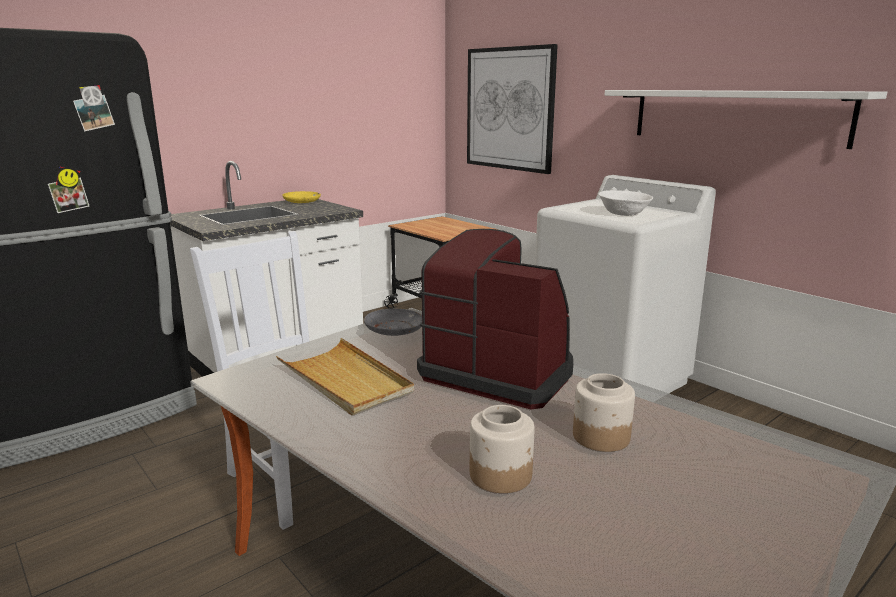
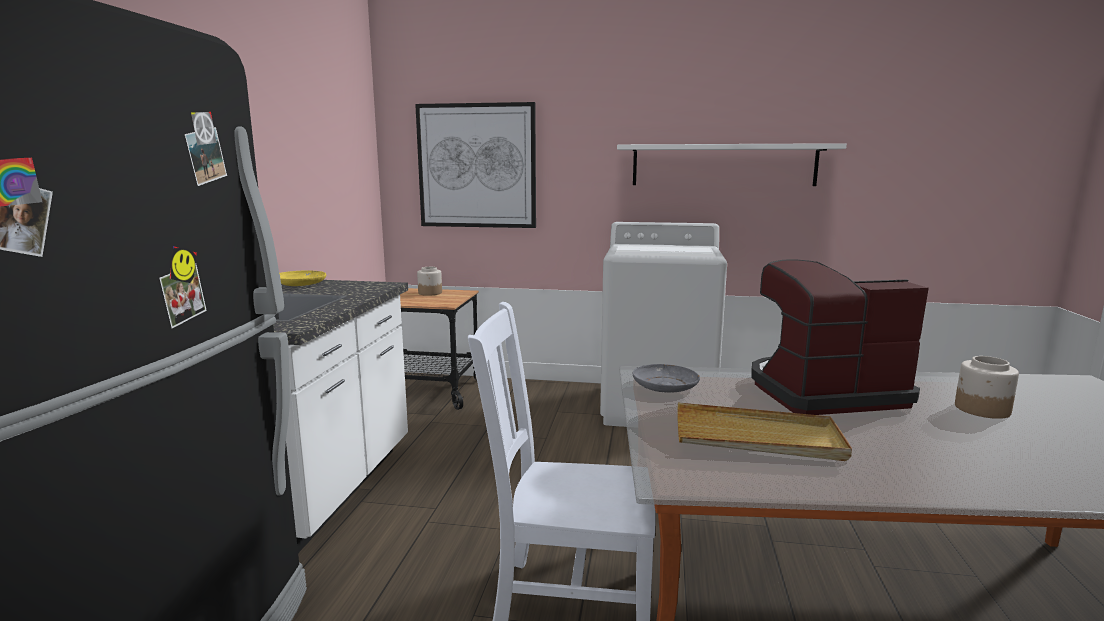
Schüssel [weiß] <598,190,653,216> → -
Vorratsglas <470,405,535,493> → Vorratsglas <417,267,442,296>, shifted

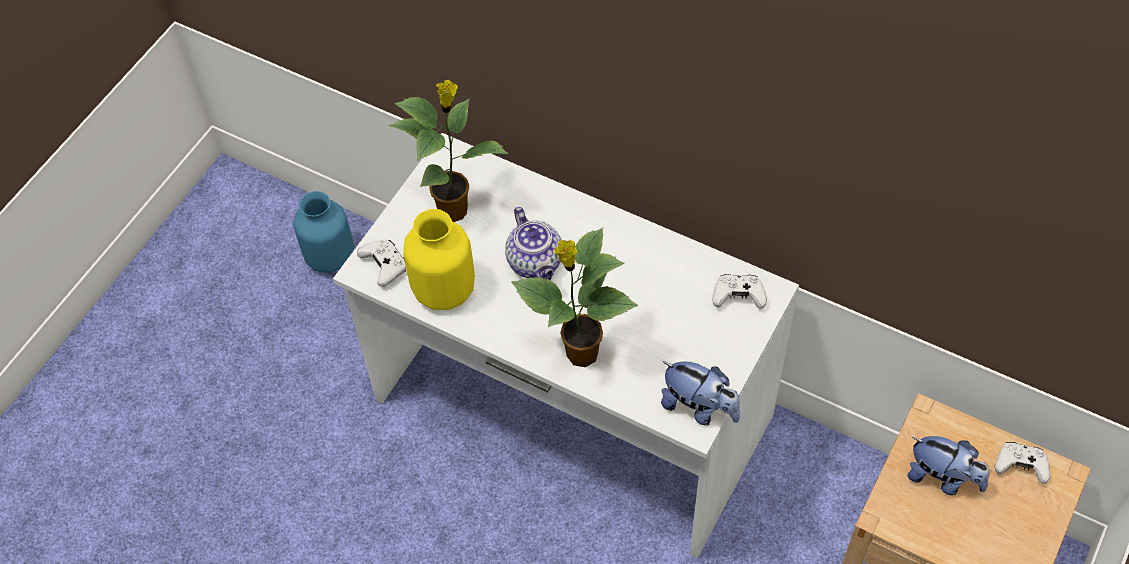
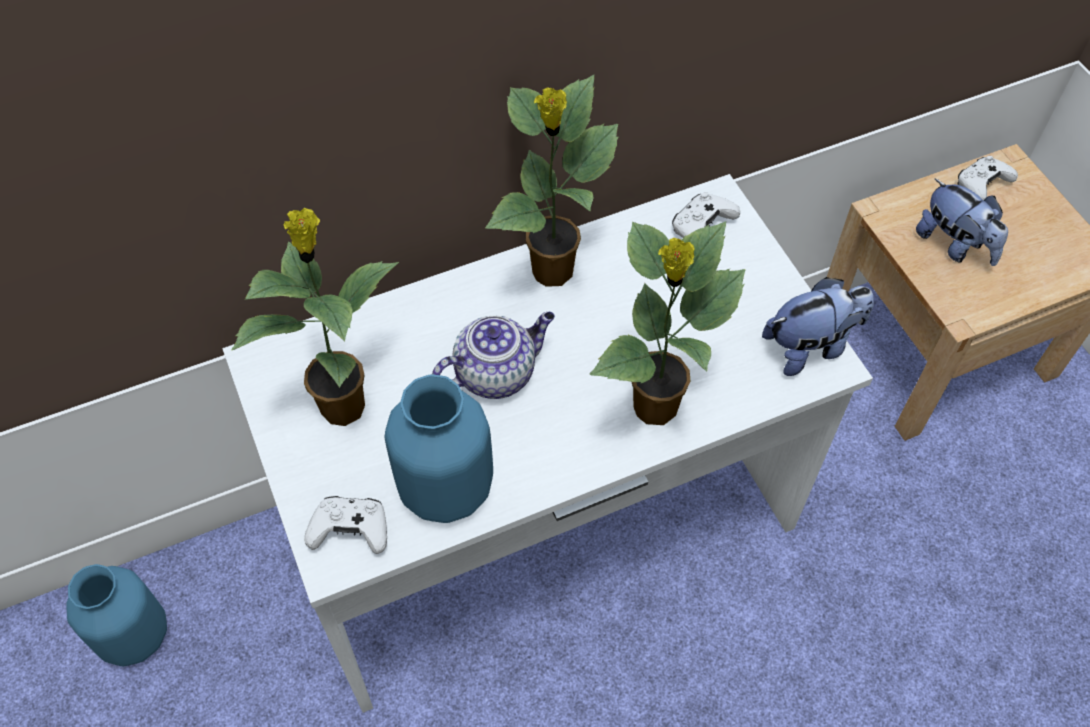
- → Topfpflanze <485,75,619,287>
Vase [gelb] <403,209,475,310> → Vase [blau] <385,374,493,523>
Teekanne <505,207,561,280> → Teekanne <432,312,555,399>, 45 degrees counterclockwise
Plüschtier <907,436,990,495> → Plüschtier <916,179,1008,266>, 75 degrees clockwise

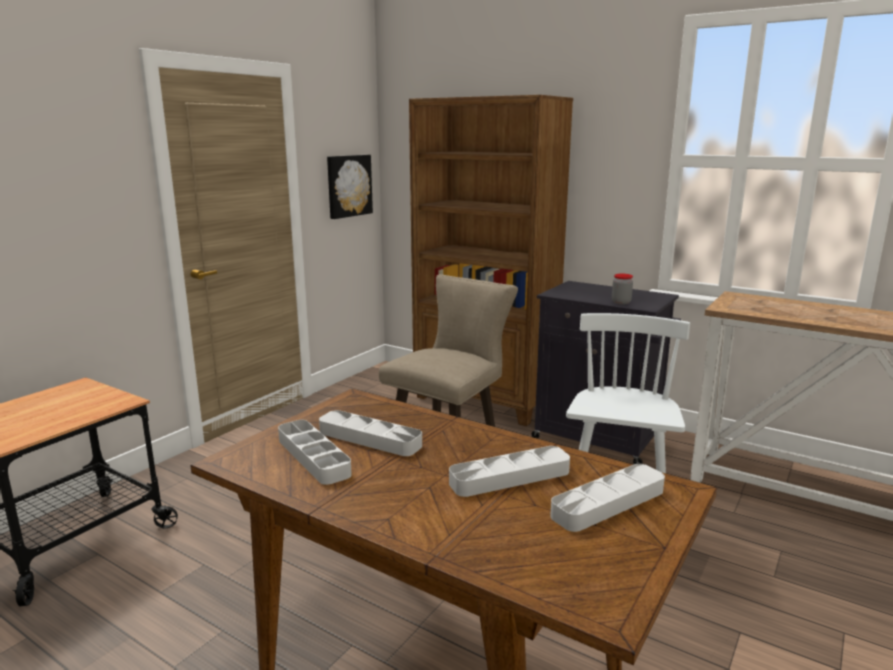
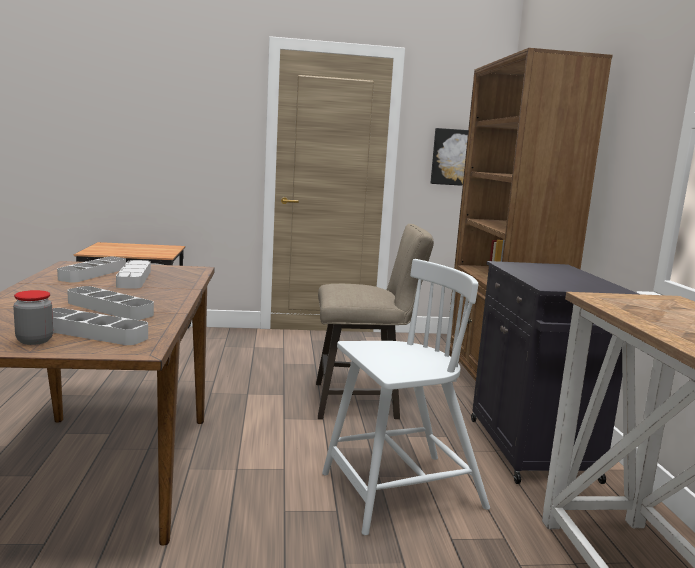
Vorratsglas <612,274,633,305> → Vorratsglas <13,290,53,345>, shifted

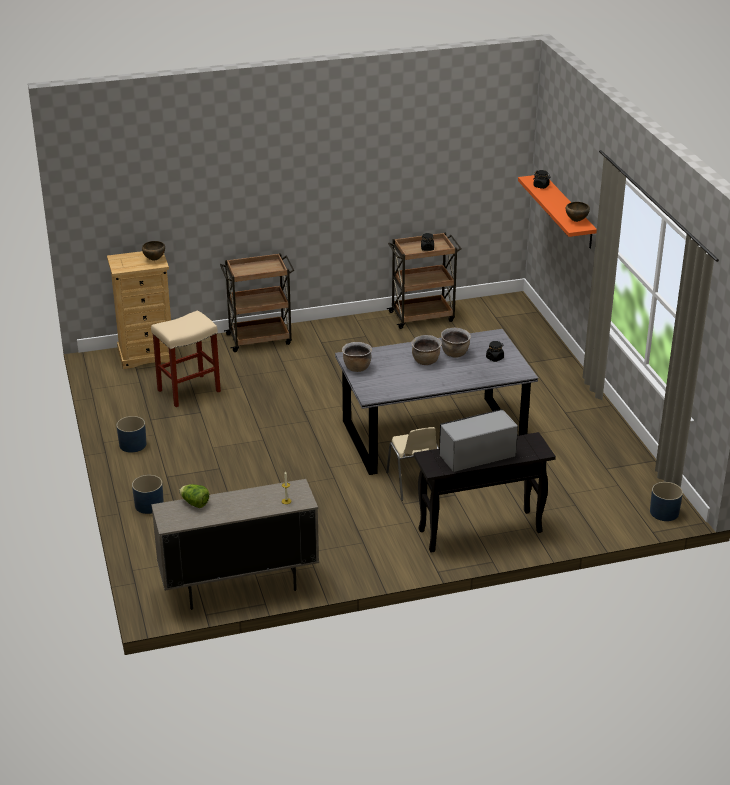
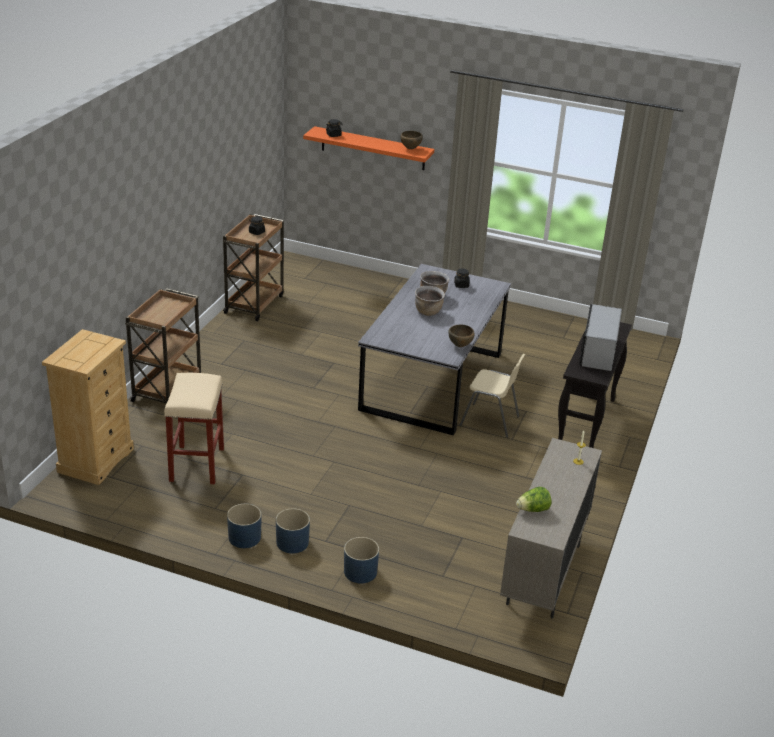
Kochtopf [braun] <342,342,372,372> → -
Schüssel [braun] <142,241,165,261> → Schüssel [braun] <448,325,475,347>, shifted
Pflanzkübel [blau] <650,482,683,521> → Pflanzkübel [blau] <276,509,310,554>, shifted

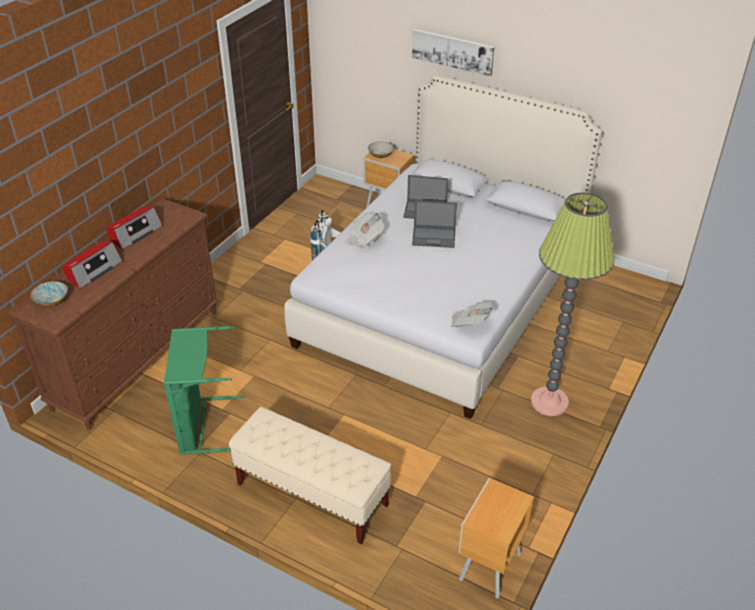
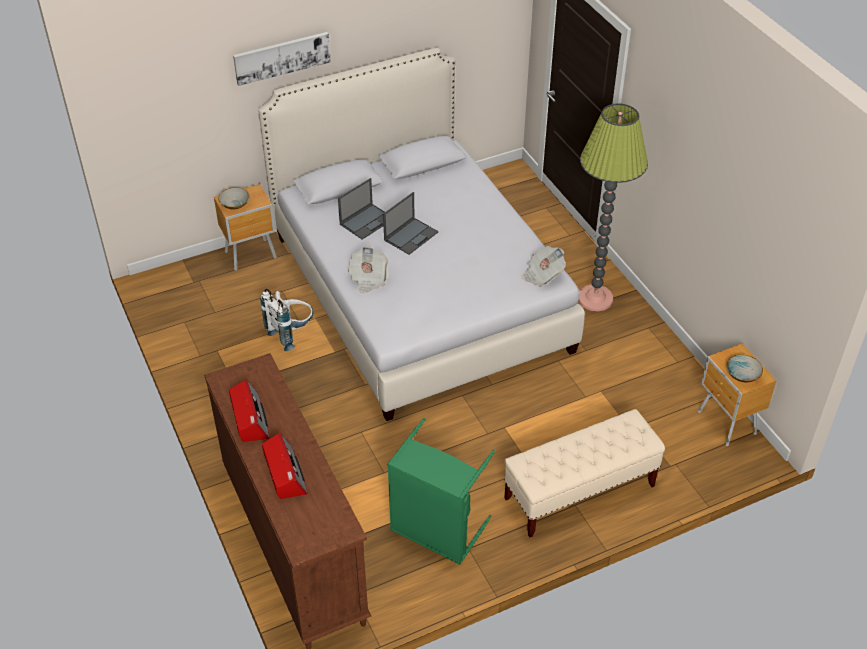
Schüssel <30,281,68,307> → Schüssel <726,355,763,383>, shifted

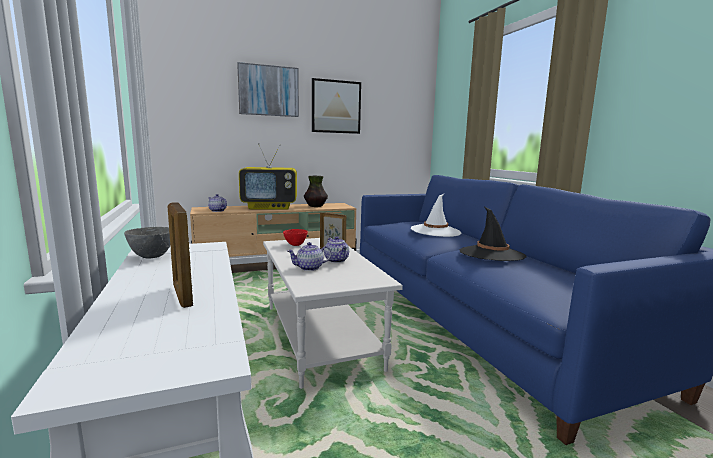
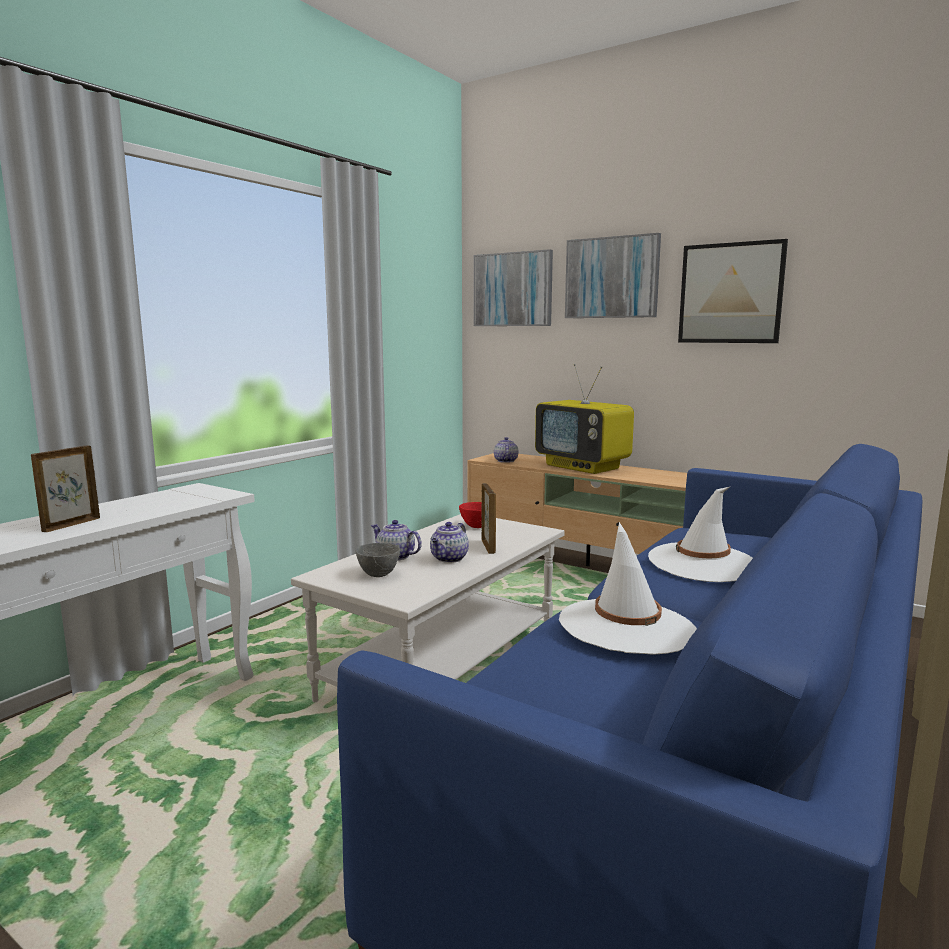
Vase <304,176,328,207> → -
- → Bild <473,249,553,326>
Schüssel [grau] <124,227,170,259> → Schüssel [grau] <356,543,400,577>, shifted
Hut [schwarz] <460,207,527,261> → Hut [weiß] <559,522,697,655>

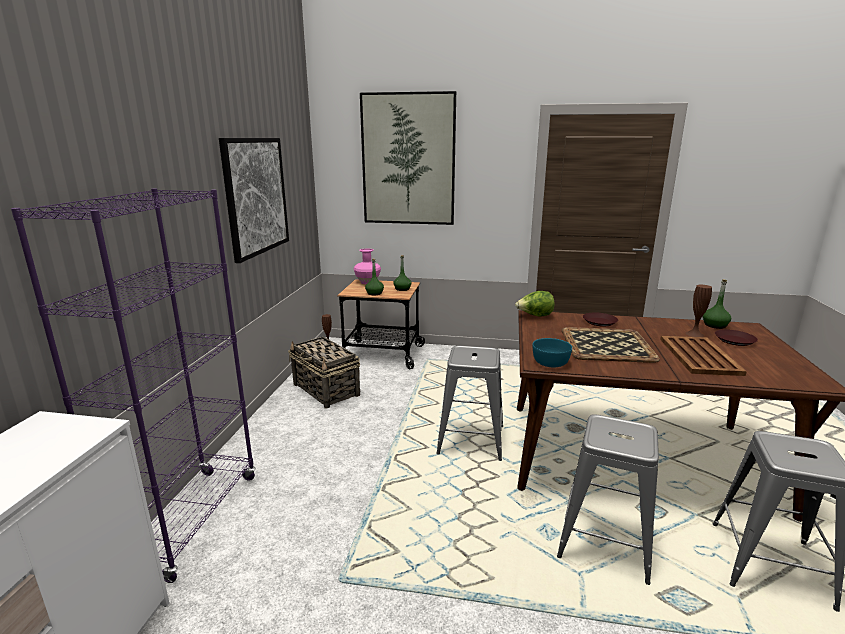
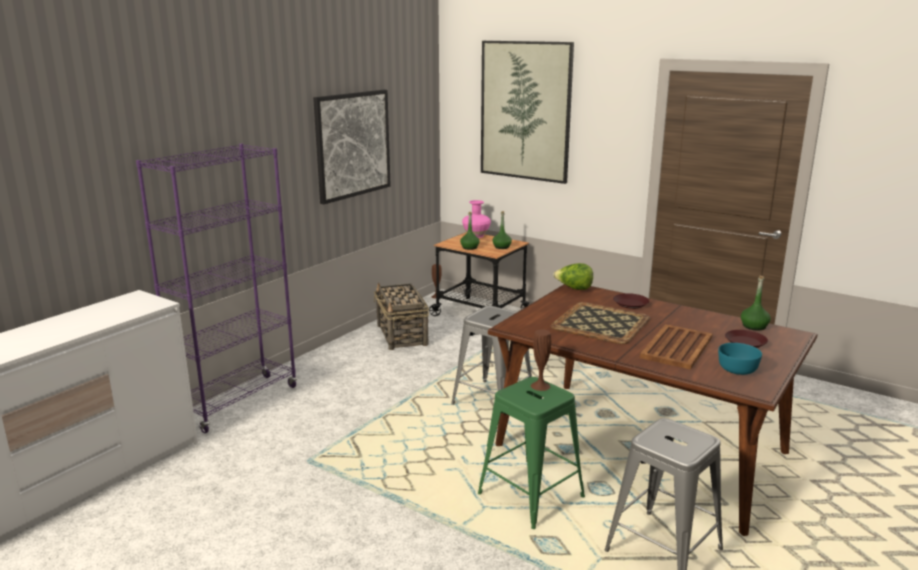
Schüssel [türkis] <533,338,572,367> → Schüssel [türkis] <718,343,762,375>, shifted
Vase [braun] <686,285,712,337> → Vase [braun] <531,330,551,391>, shifted
Hocker [grau] <557,414,659,585> → Hocker [grün] <478,377,585,529>

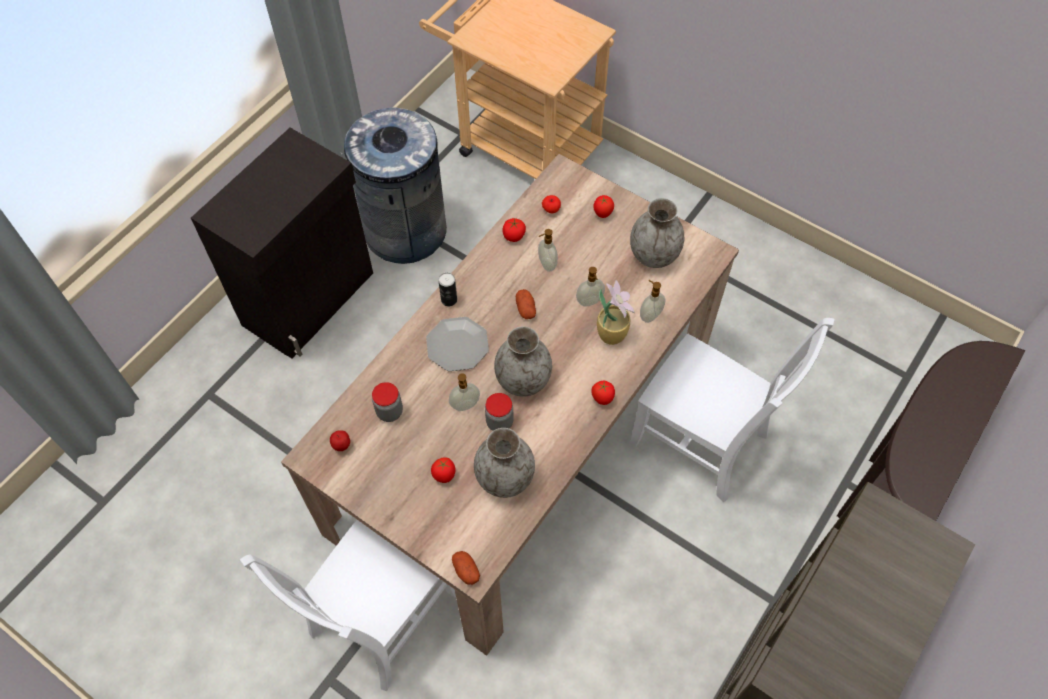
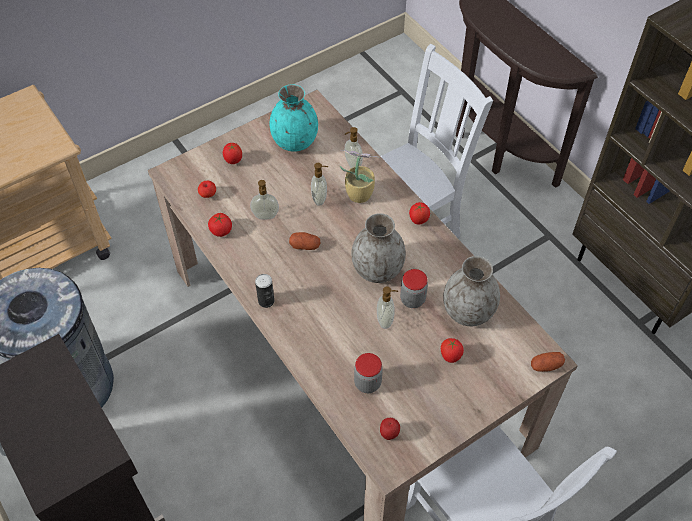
Teller <426,317,489,371> → -
Vase [grau] <630,198,684,268> → Vase [türkis] <269,84,318,152>

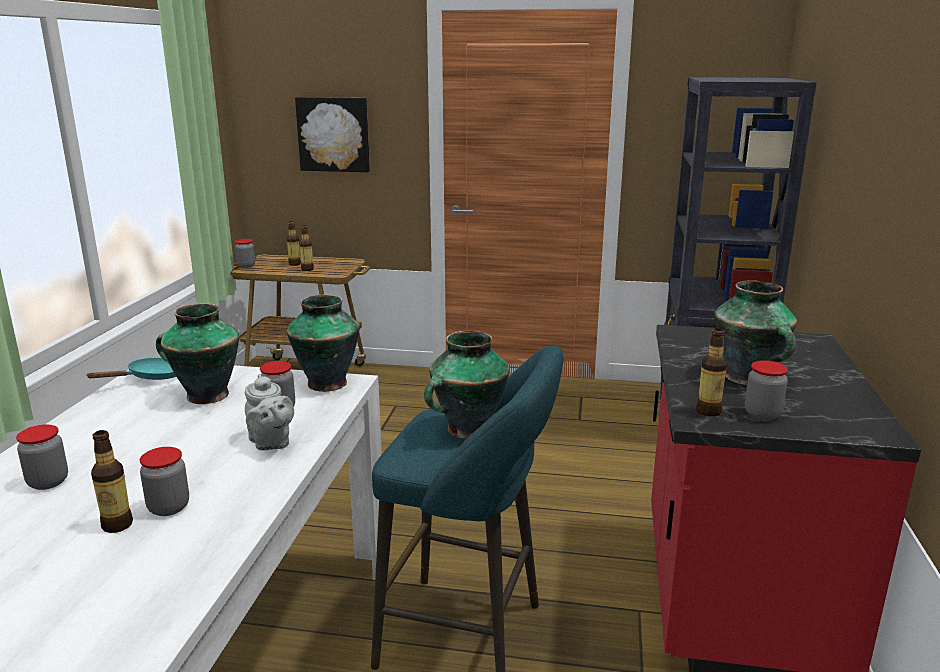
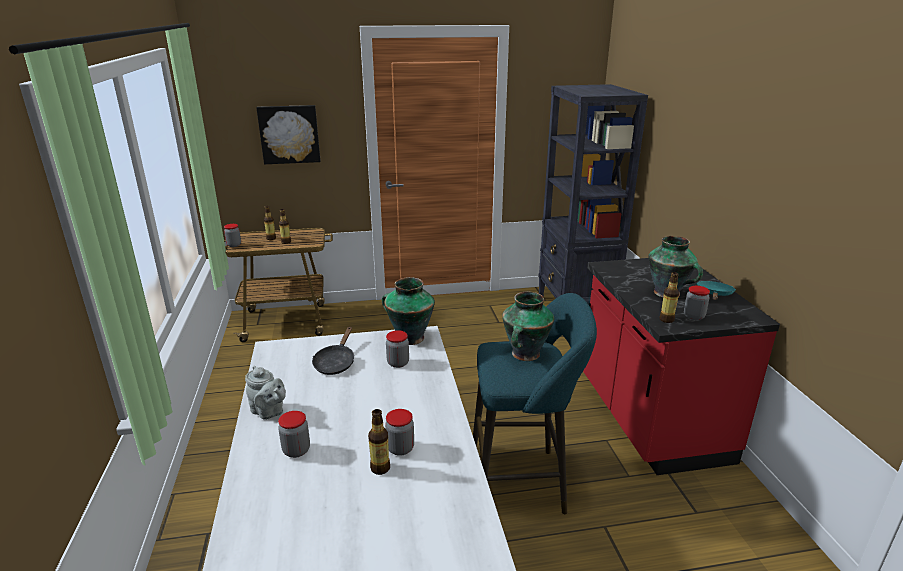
Pfanne [türkis] <86,358,176,380> → Pfanne [türkis] <696,281,736,300>, shifted
Teekanne [grau] <245,374,294,451> → Teekanne [grau] <245,365,286,420>, shifted
Vase <156,304,239,404> → Pfanne [schwarz] <312,327,354,375>

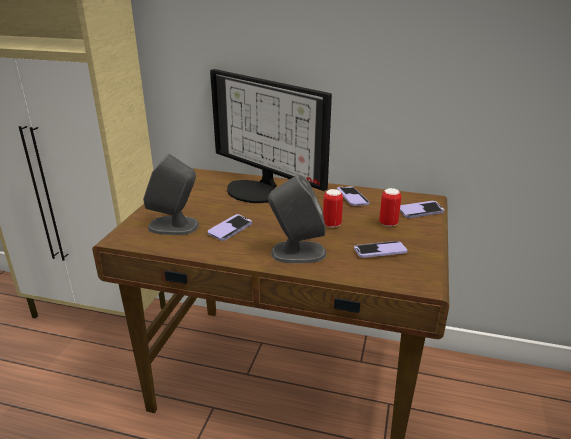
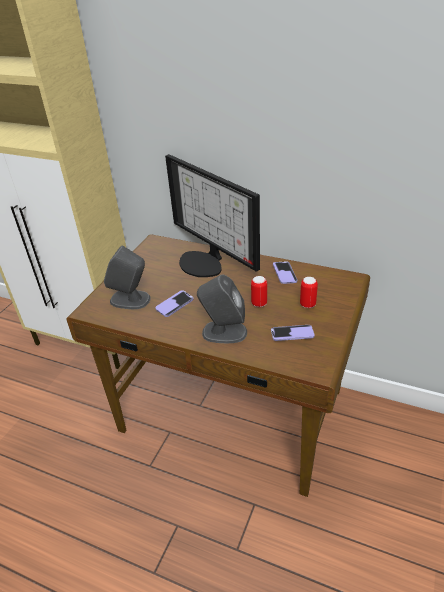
Handy <400,201,445,218> → -

